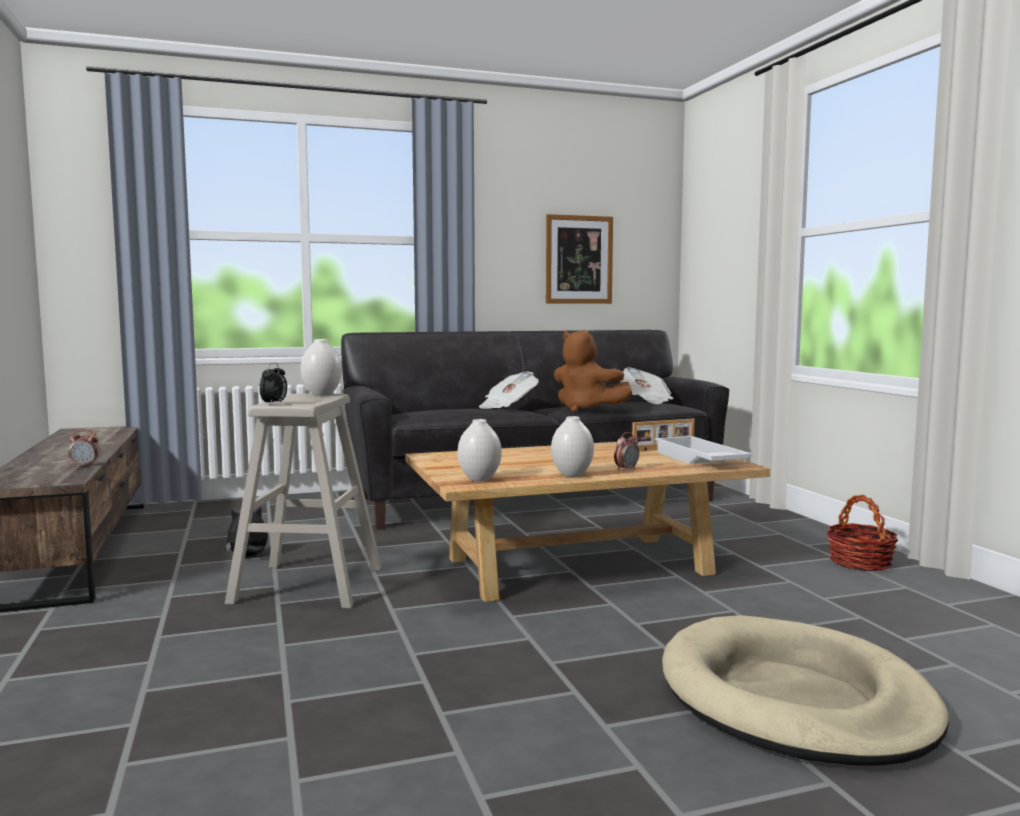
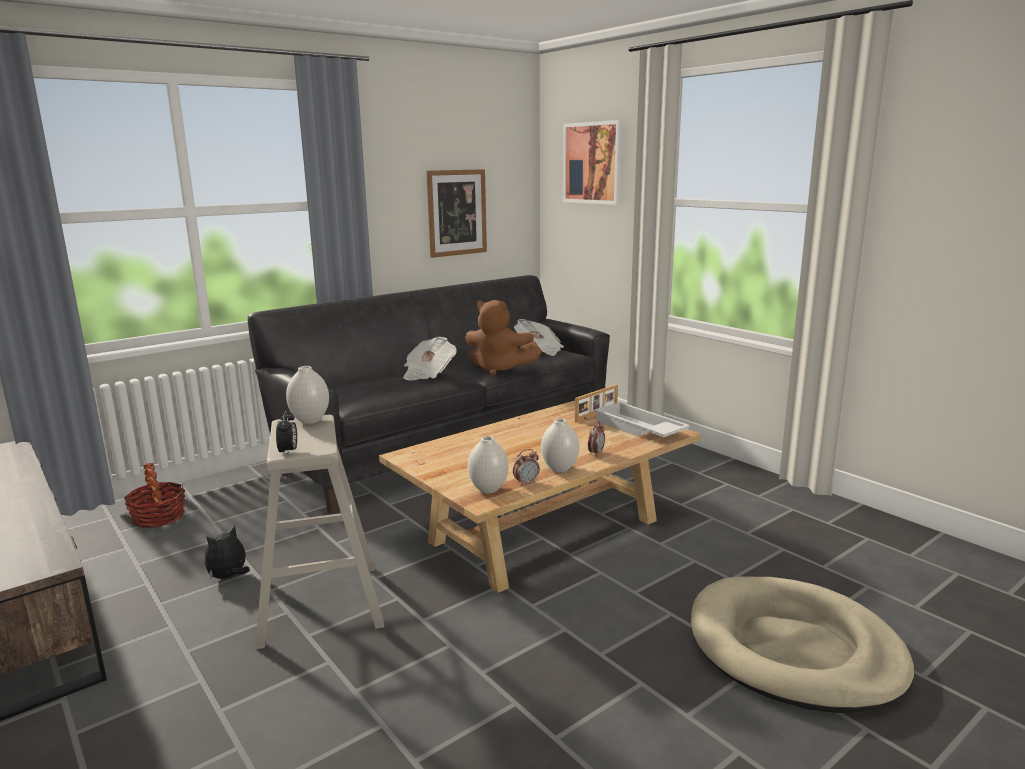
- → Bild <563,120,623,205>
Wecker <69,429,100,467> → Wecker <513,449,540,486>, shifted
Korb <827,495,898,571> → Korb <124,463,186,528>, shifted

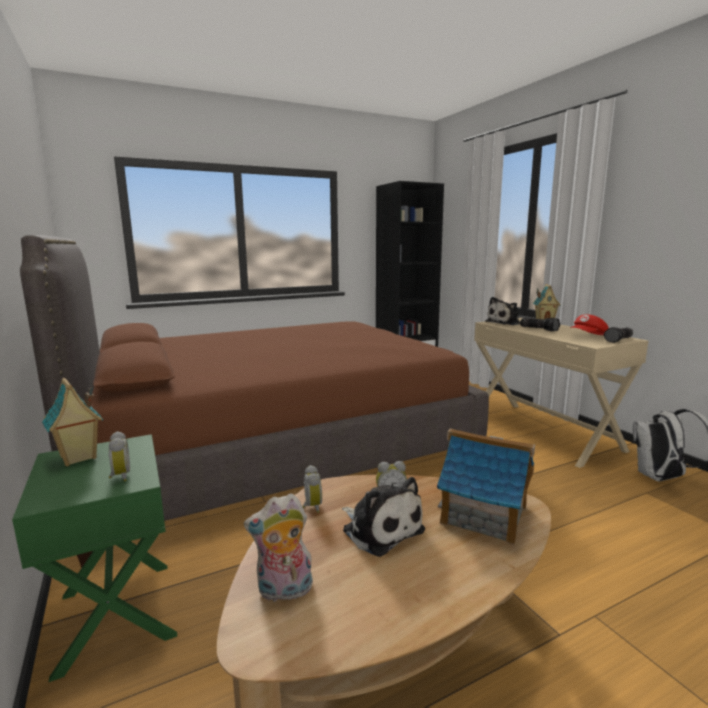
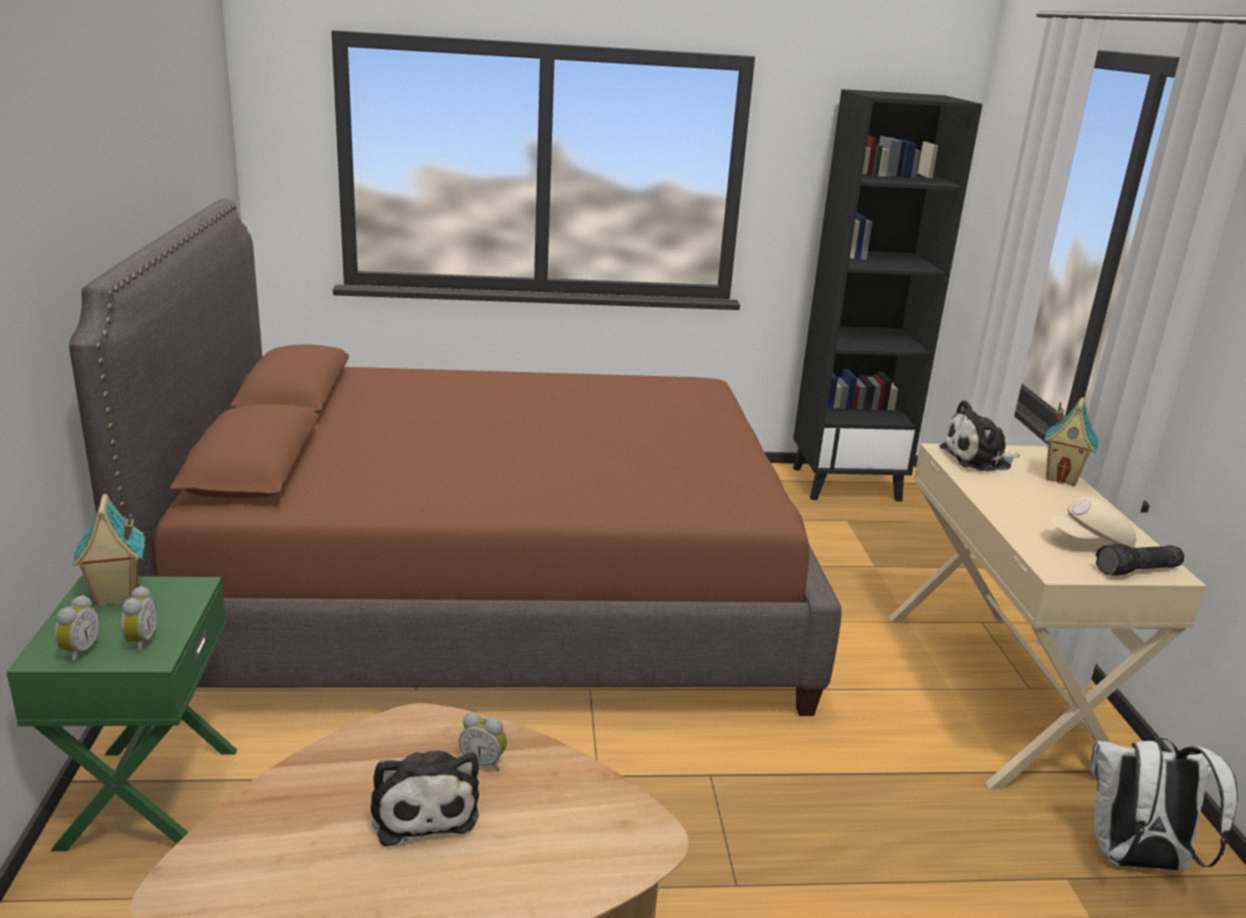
Plüschtier <244,493,313,602> → -
Spielzeughaus <437,429,535,545> → -
Taschenlampe <520,318,560,331> → -
Wecker <303,465,322,513> → Wecker <54,595,100,663>, shifted
Kappe [rot] <570,314,609,335> → Kappe [beige] <1049,496,1136,548>

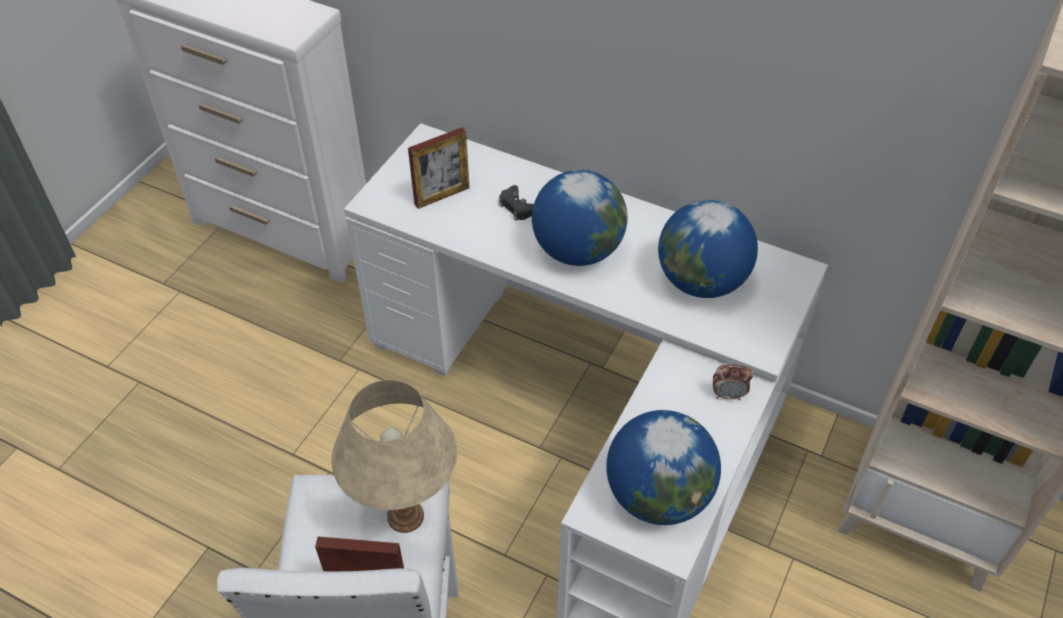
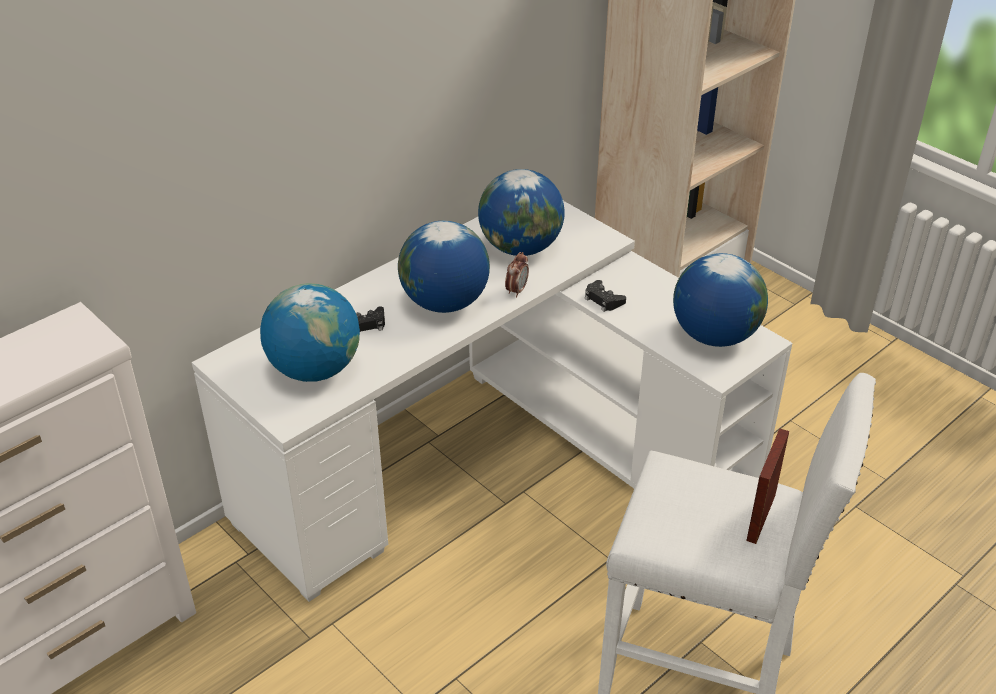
Tischlampe [beige] <332,380,457,533> → -
- → Gamepad [schwarz] <585,280,626,312>
Wecker <713,364,753,400> → Wecker <505,252,529,297>, shifted
Bilderrahmen <408,127,470,209> → Globus <260,283,360,382>

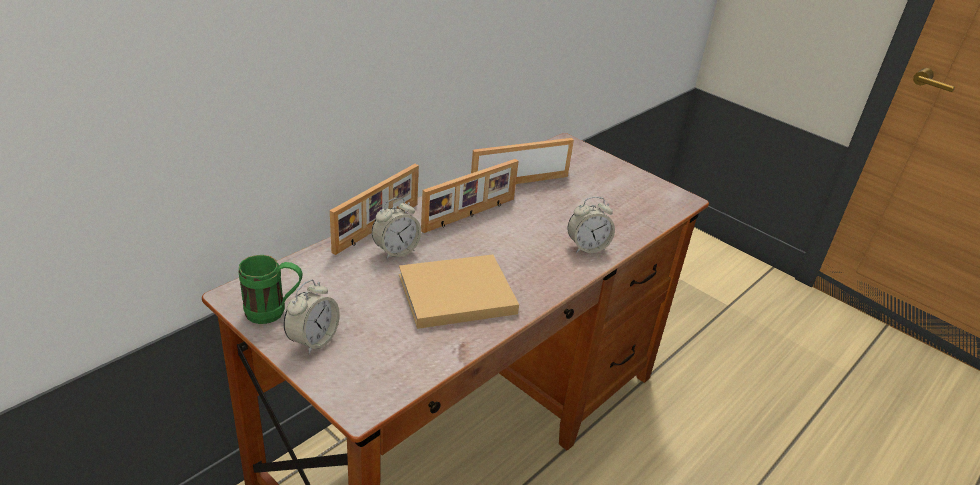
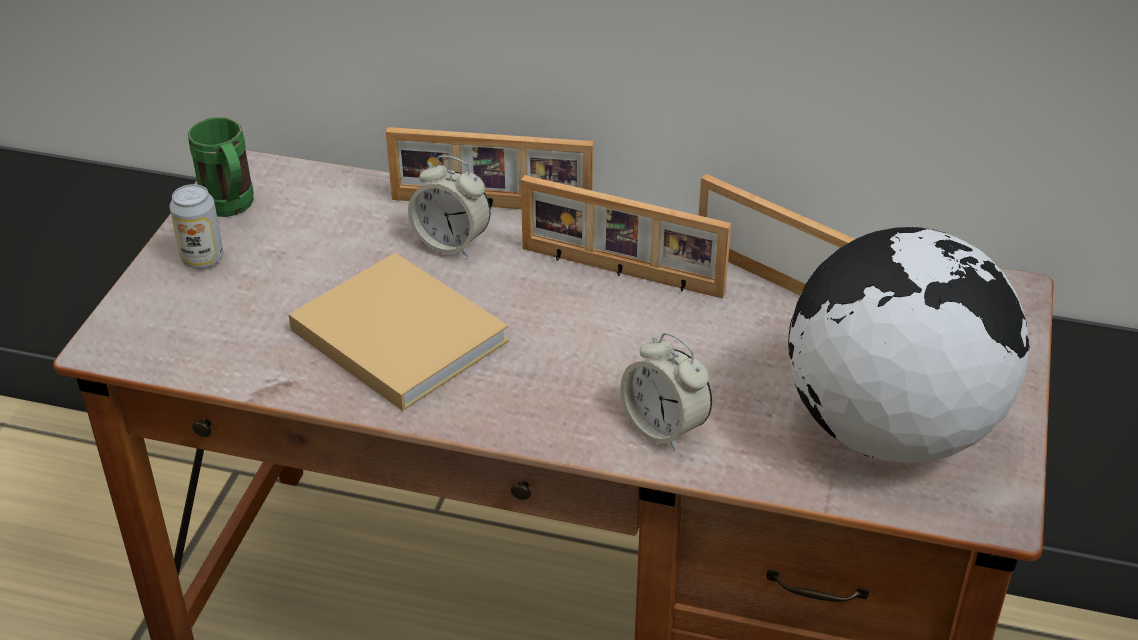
- → Globus <788,227,1030,463>
Wecker <284,279,340,354> → Dose <169,184,223,269>

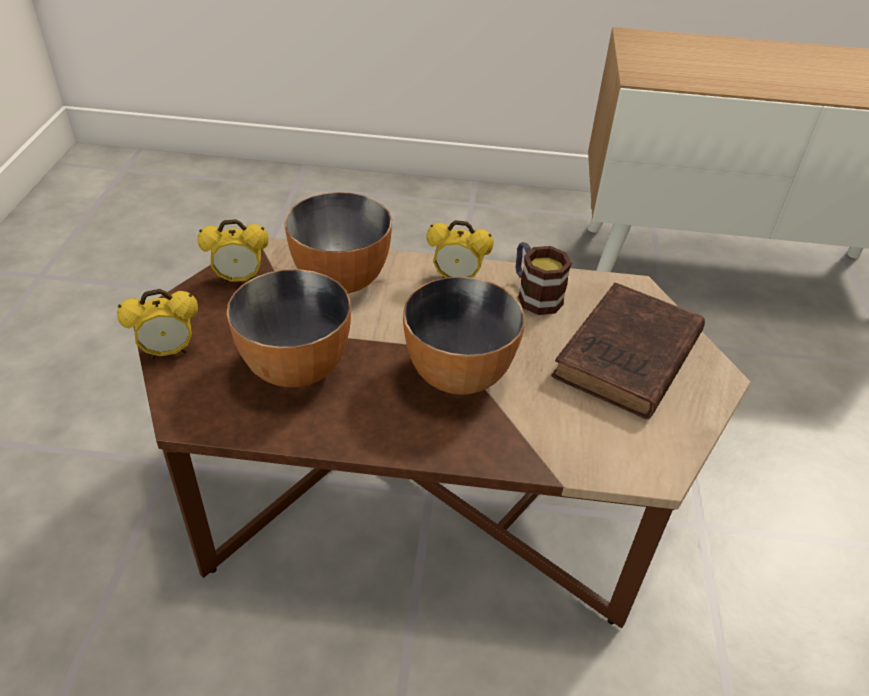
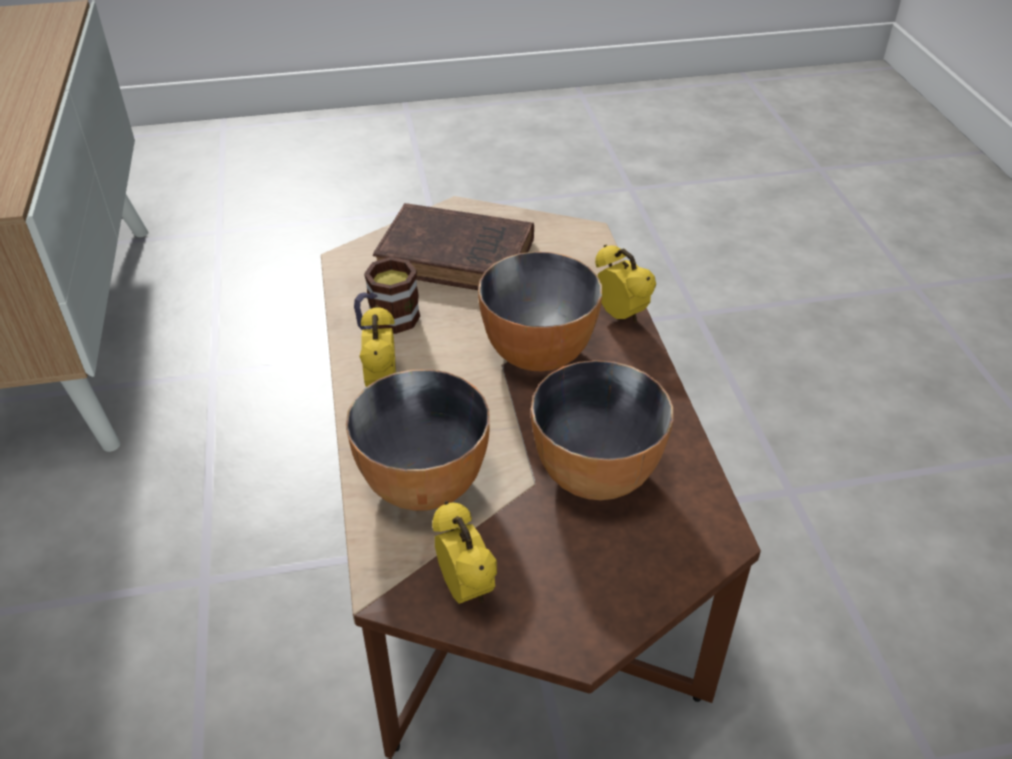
Wecker <117,289,198,359> → Wecker <595,245,656,322>, shifted

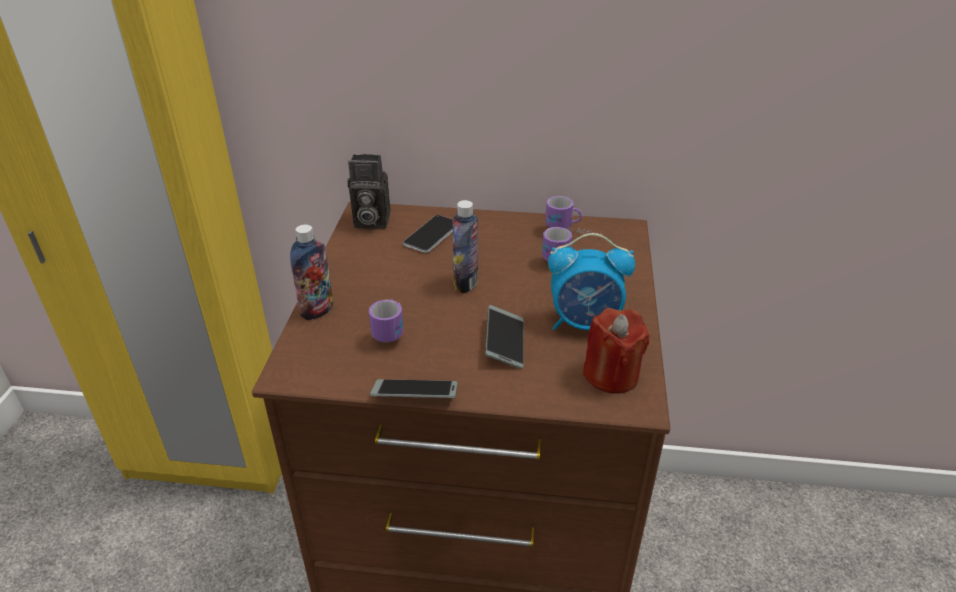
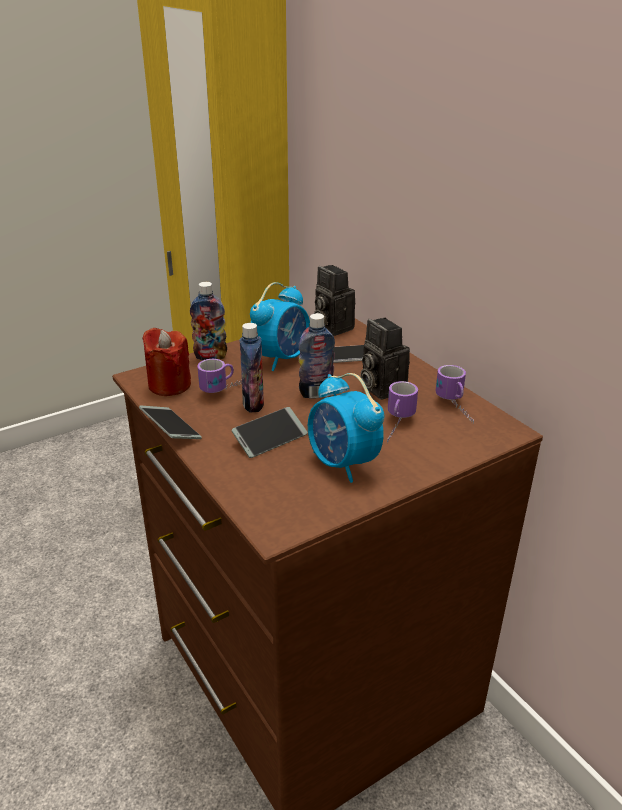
- → Flasche <240,323,264,413>
- → Wecker <250,282,310,371>
- → Kamera <360,318,410,400>
Kerze [rot] <583,308,649,394> → Kerze [rot] <142,328,191,396>, shifted

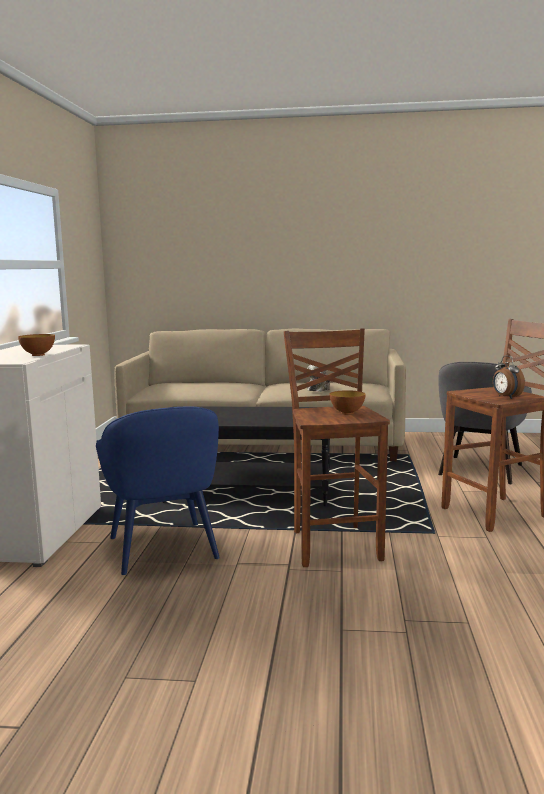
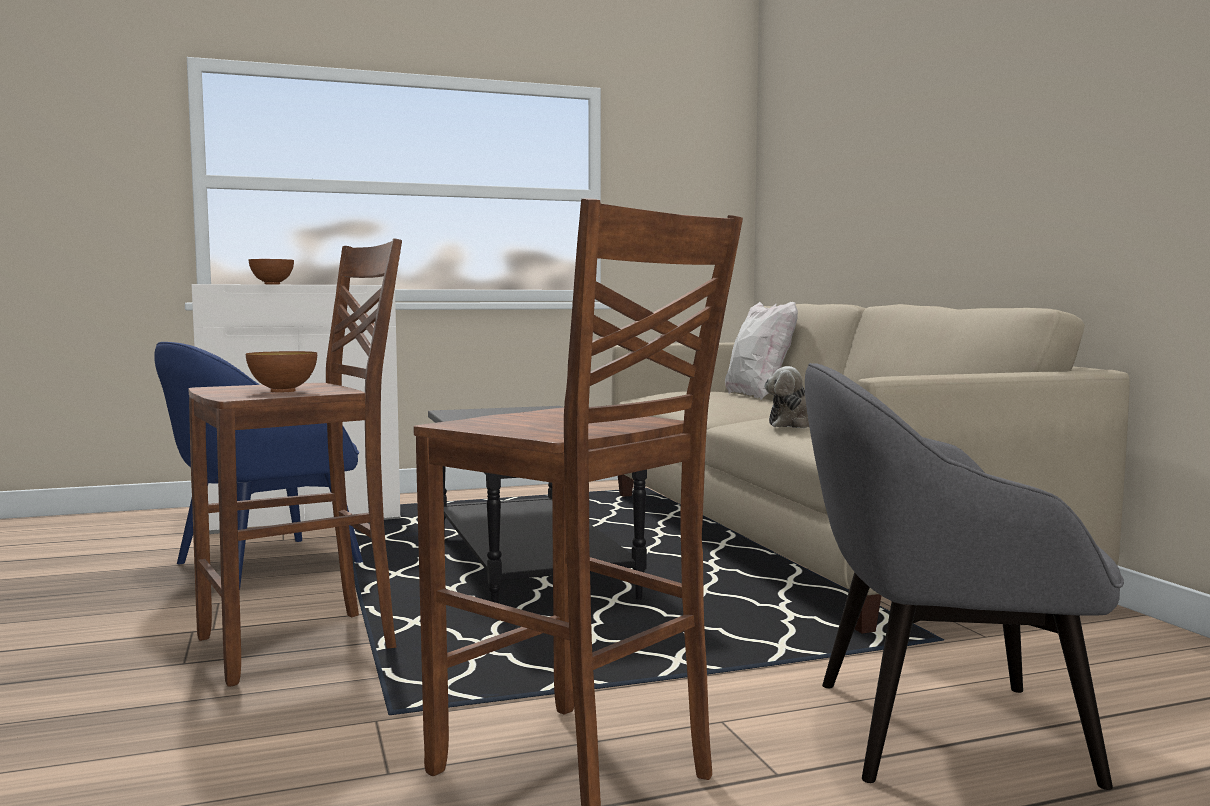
Wecker <493,355,525,399> → -
- → Kissen [weiß] <725,302,798,400>

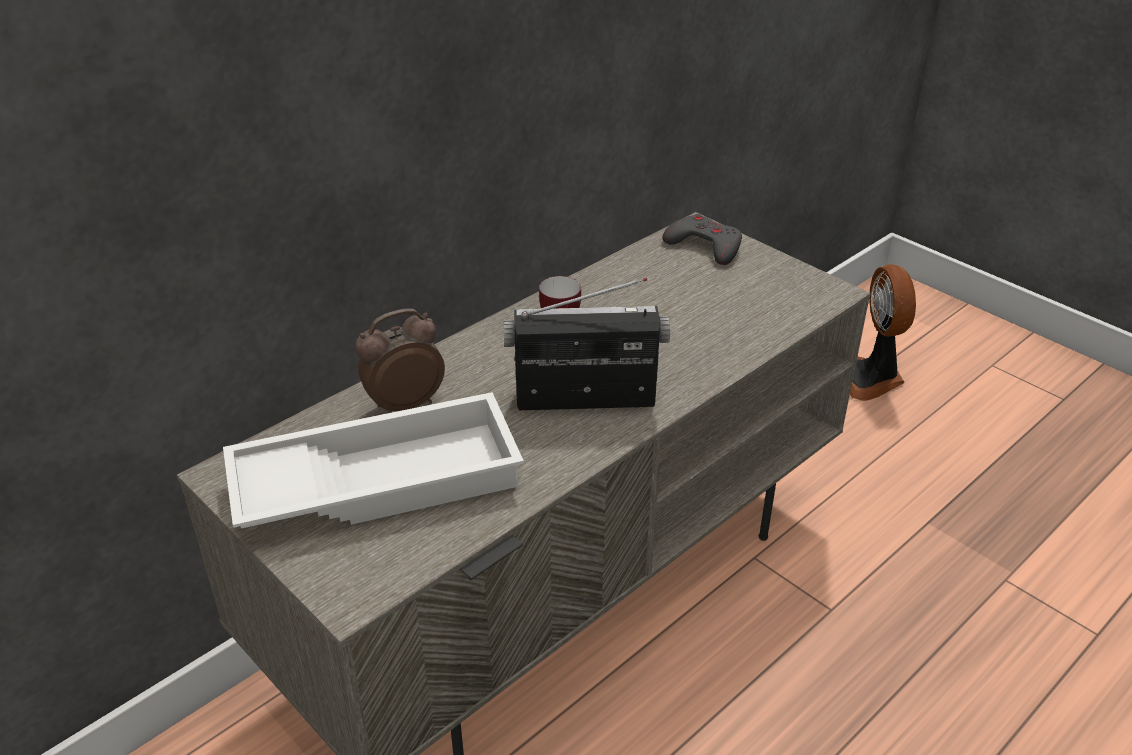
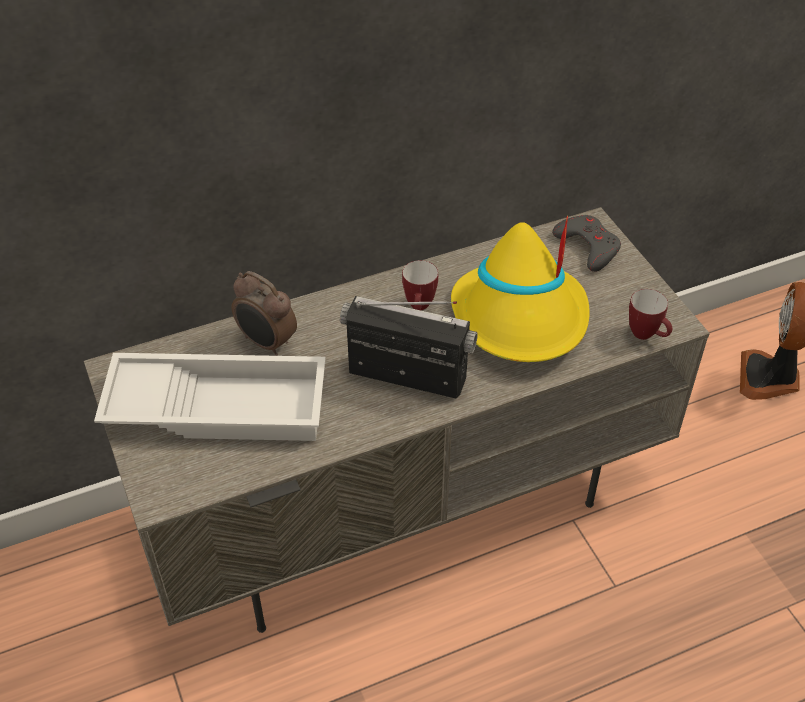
- → Hut [gelb] <451,216,590,362>
- → Henkelbecher <629,289,672,340>
Wecker <355,308,445,413> → Wecker <232,271,297,356>, 135 degrees counterclockwise

